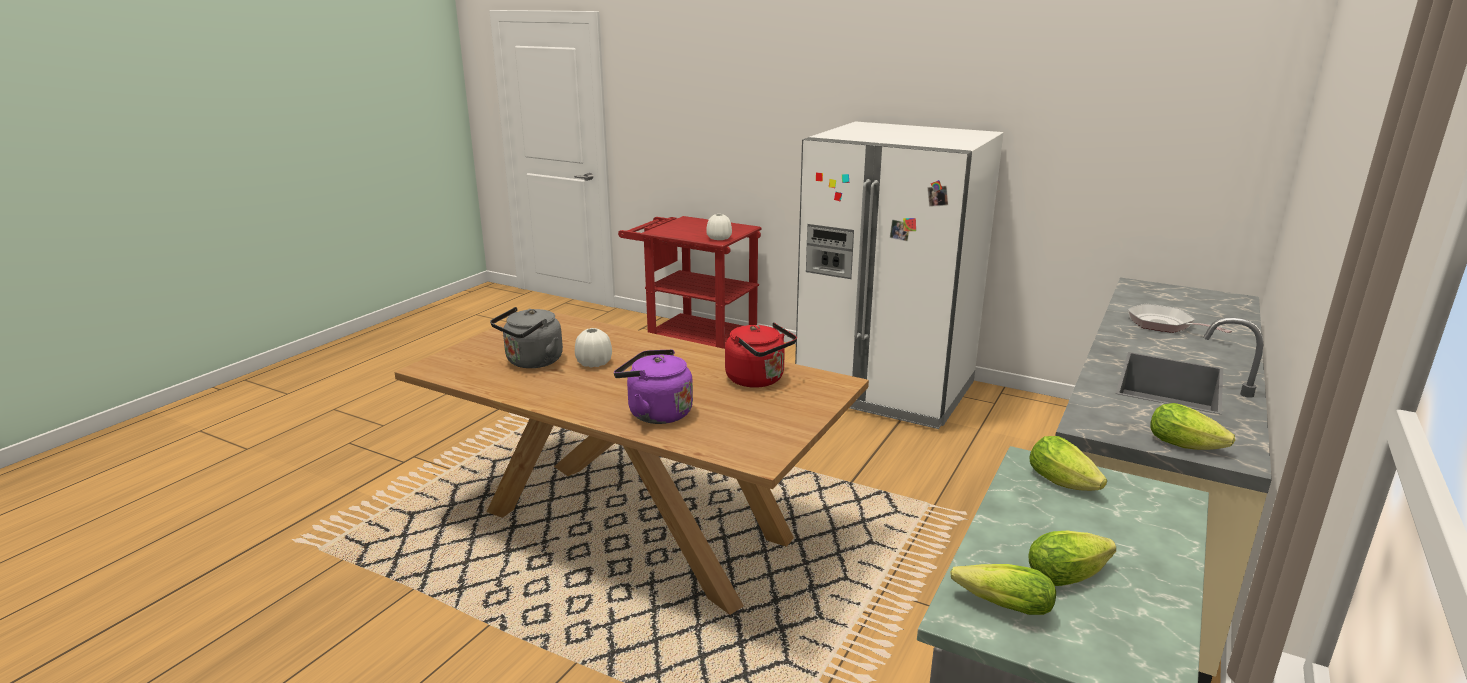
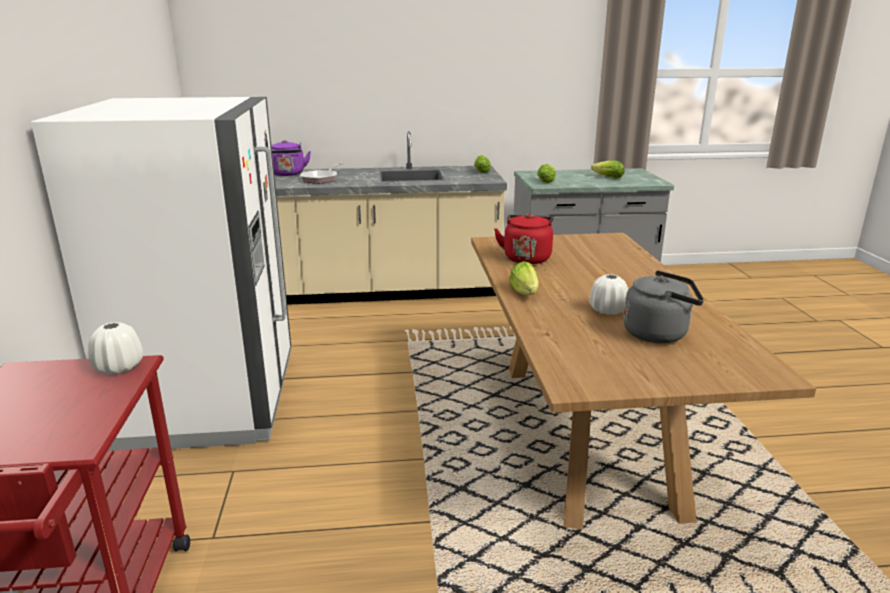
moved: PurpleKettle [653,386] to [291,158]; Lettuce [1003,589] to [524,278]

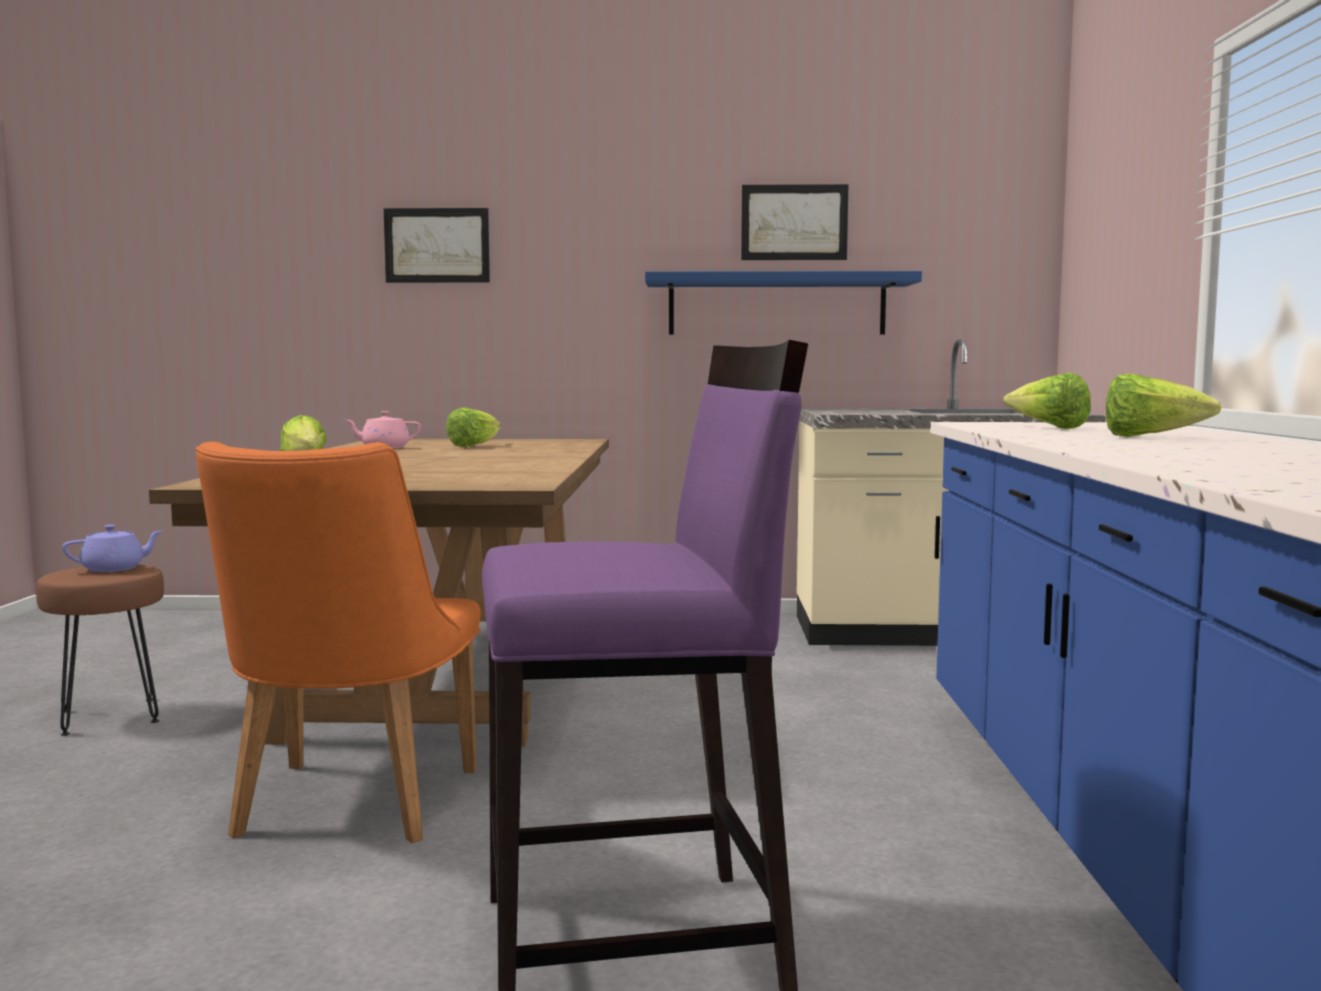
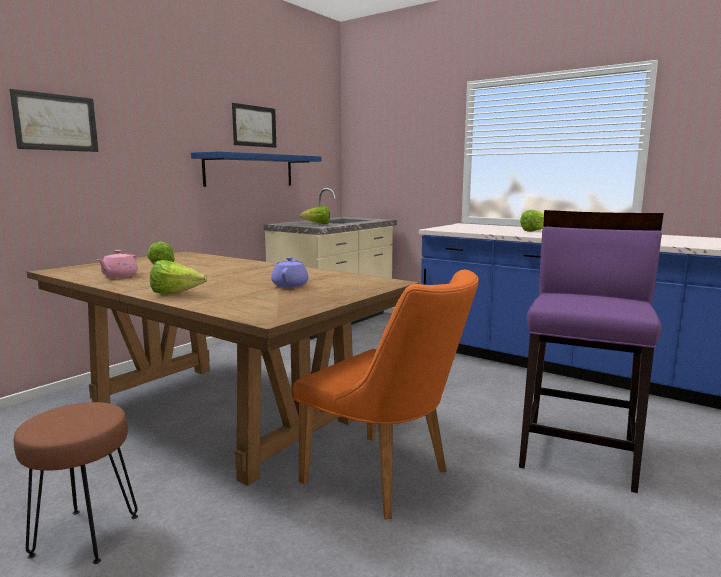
moved: Lettuce [1047,400] to [315,215]; PurpleTeapot [112,548] to [290,272]

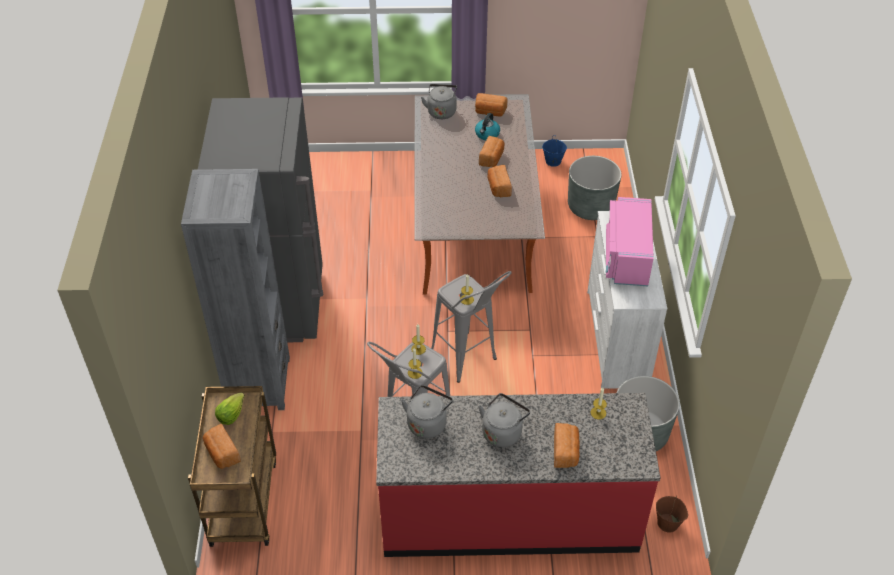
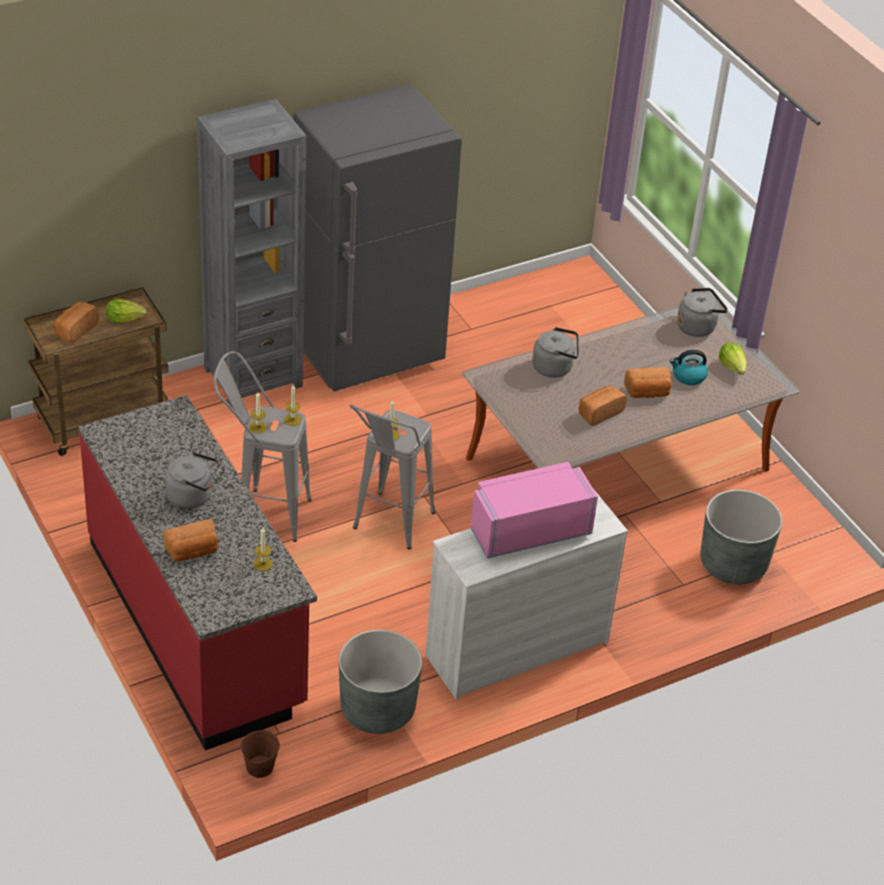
removed: BlueBucket [554,152]
moved: GreyKettle [427,411] to [555,352]
replaced: Bread [491,105] to Lettuce [733,358]

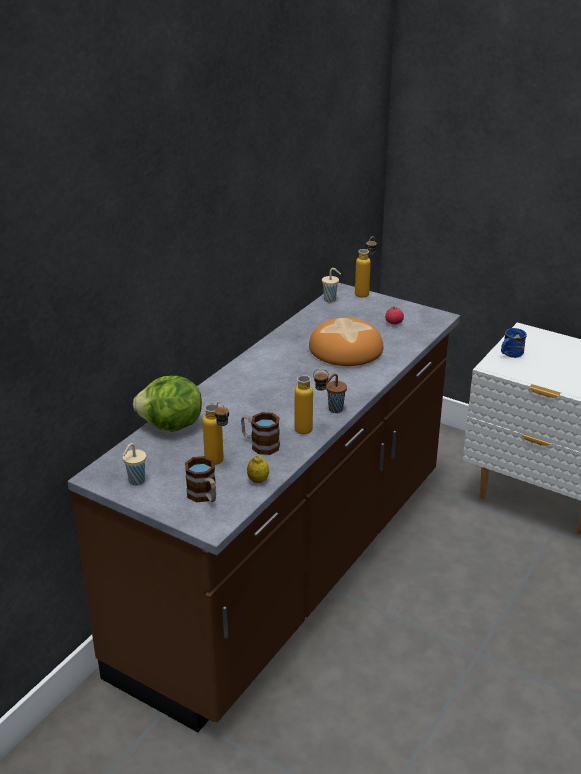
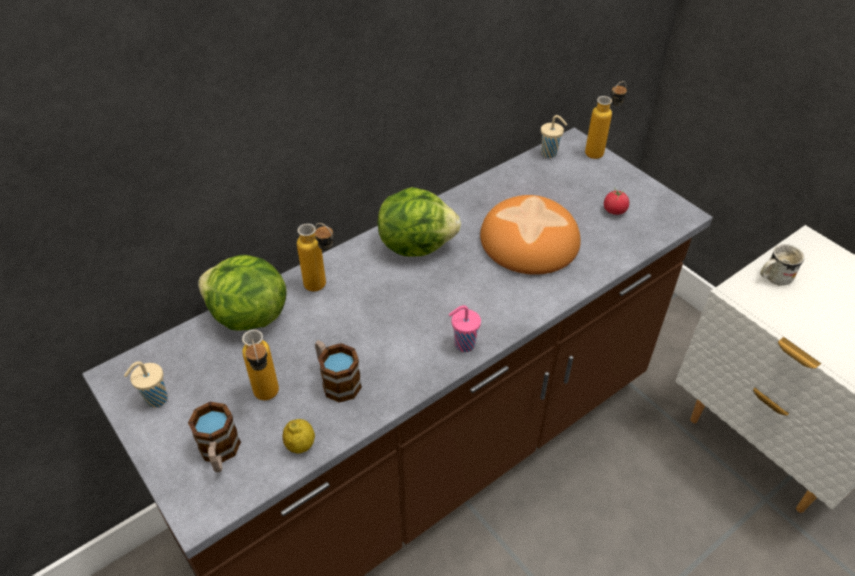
added: Lettuce [419,221]
moved: Bottle [312,401] to [315,257]
recoloured: BlueMug [514,343] to WhiteMug [782,265]; BrownCup [336,393] to PinkCup [465,328]

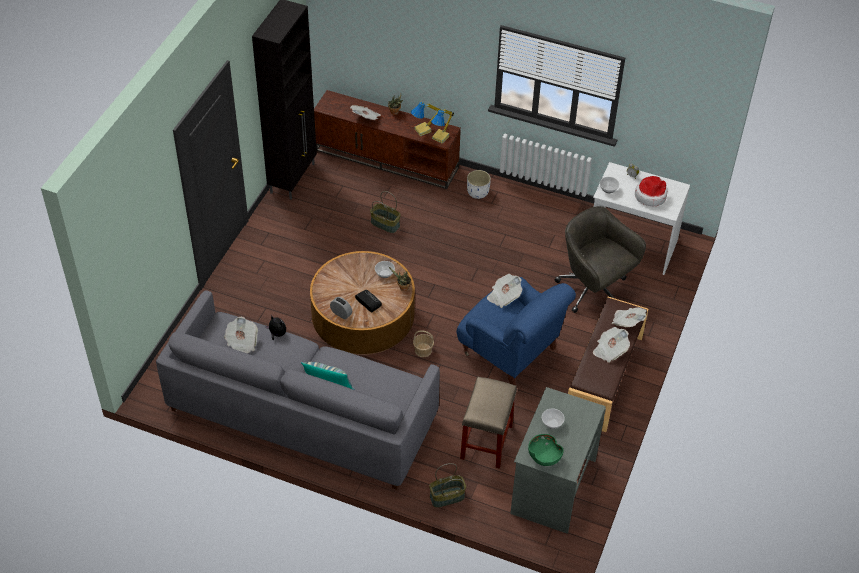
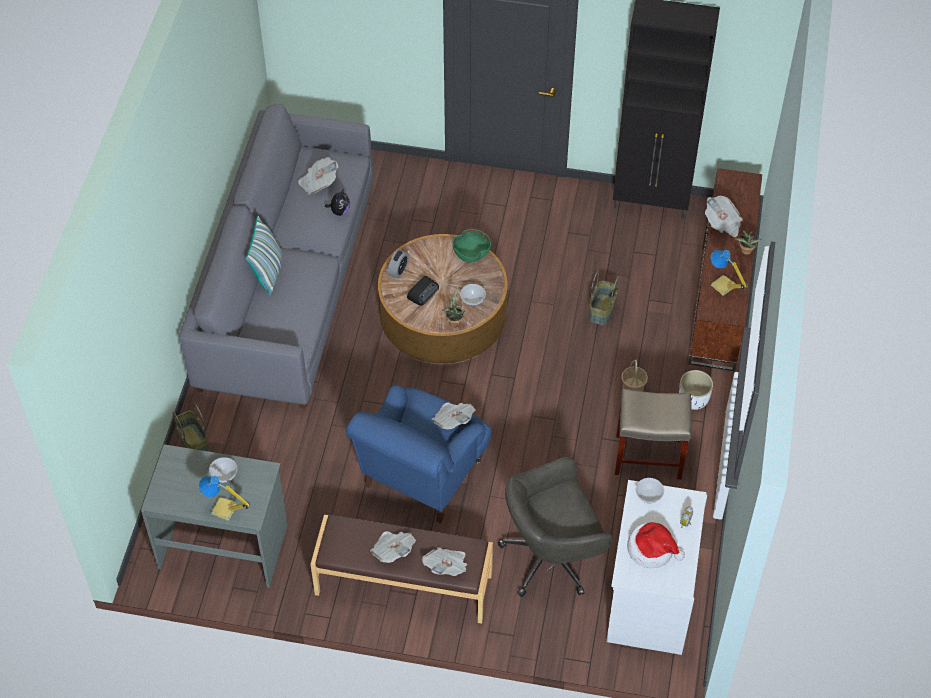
moved: TableLamp [442,126] to [224,498]; Basket [423,343] to [634,375]; BeigeStool [488,423] to [653,434]; GreenBowl [546,450] to [471,245]
turned: GreyOfficeChair [600,259] = [555,527] 150 degrees counterclockwise

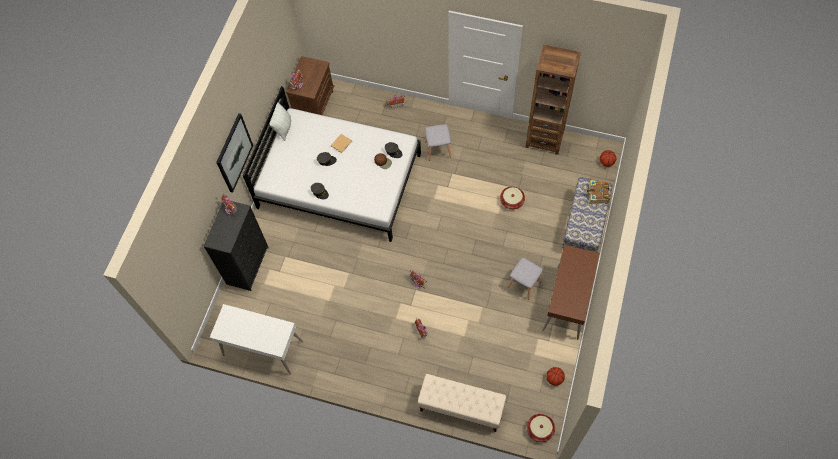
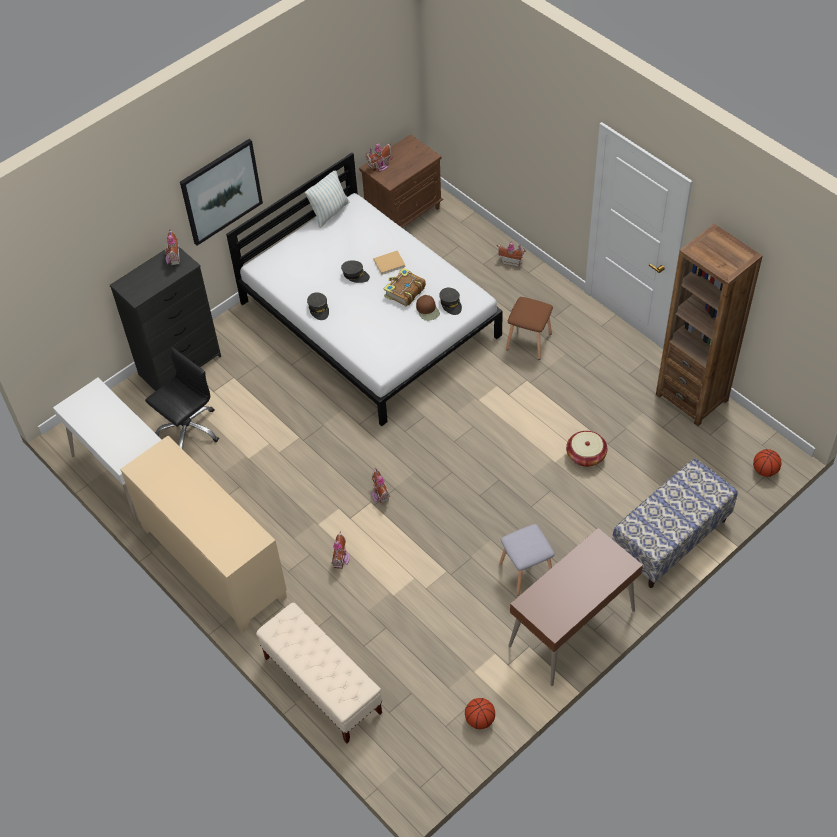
removed: Basket [541,428]
added: BlackOfficeChair [182,398]; BeigeCabinet [203,534]
moved: Book [597,192] to [405,287]
recoloured: GreyStool [438,142] to BrownStool [529,328]

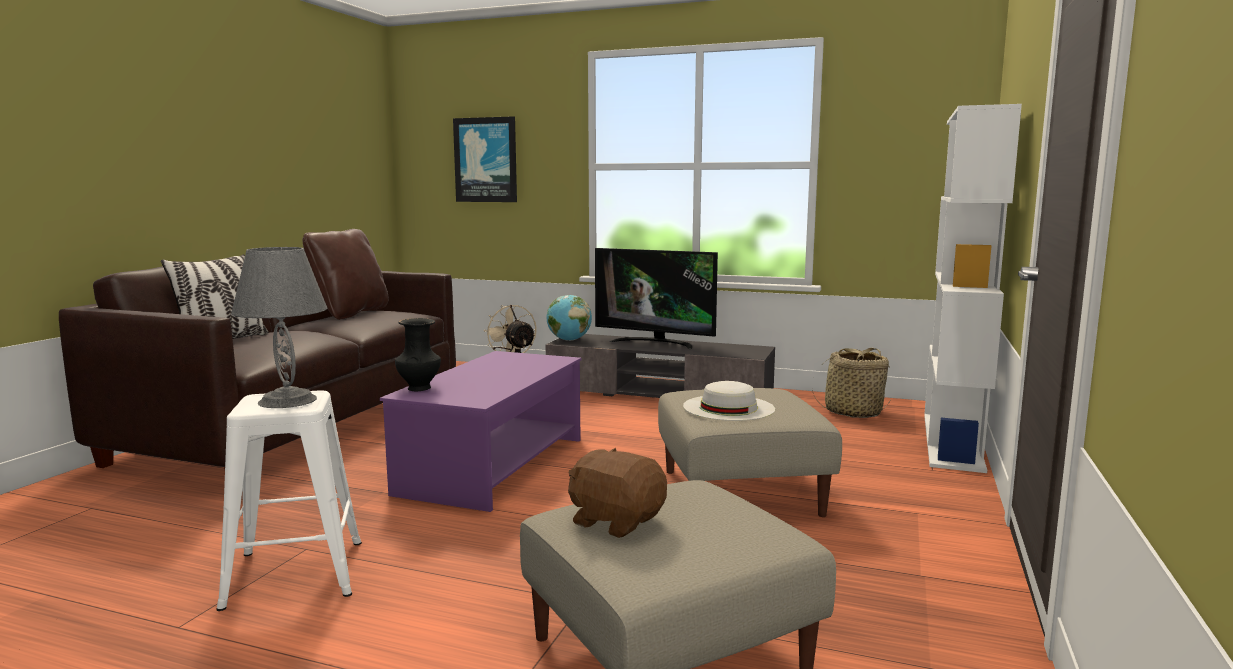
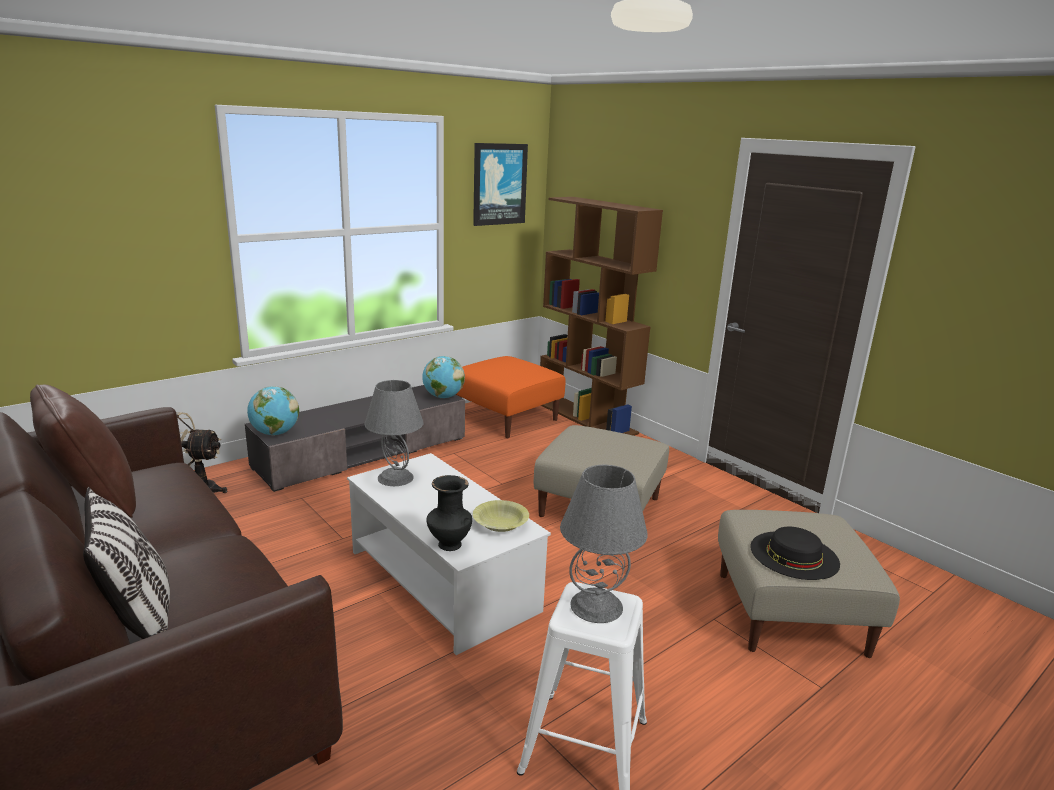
removed: Television [656,298]; WhiteHat [729,401]
added: Globe [443,377]; GreyTableLamp [394,433]; YellowBowl [501,516]
moved: Picture [485,159] to [500,184]
replaced: Basket [851,383] to OrangeOttoman [510,397]; BrownPlushToy [617,493] to BlackHat [795,553]
recoloured: WhiteBookcase [973,288] to BrownBookcase [601,316]; PurpleCoffeeTable [480,431] to WhiteCoffeeTable [449,554]

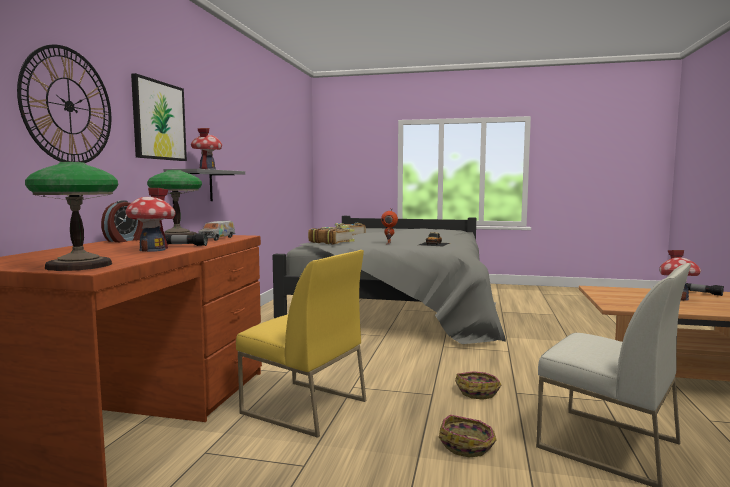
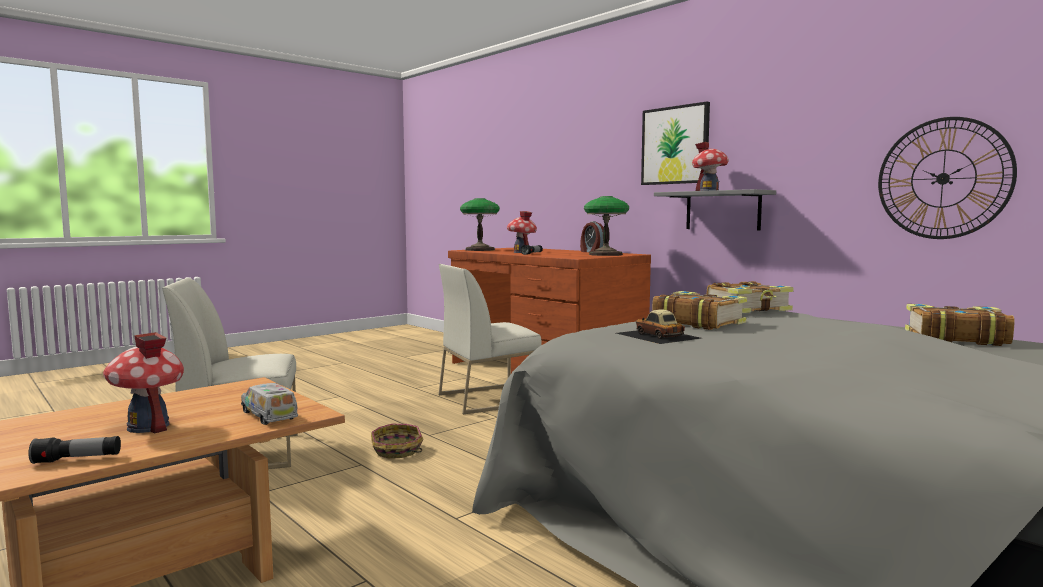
removed: Basket [467,436]
moved: WallClock [64,104] to [947,178]; ToyTruck [216,231] to [269,404]
replaced: ToyRobot [389,226] to Book [699,310]
recoloured: YellowChair [301,344] to WhiteChair [490,339]

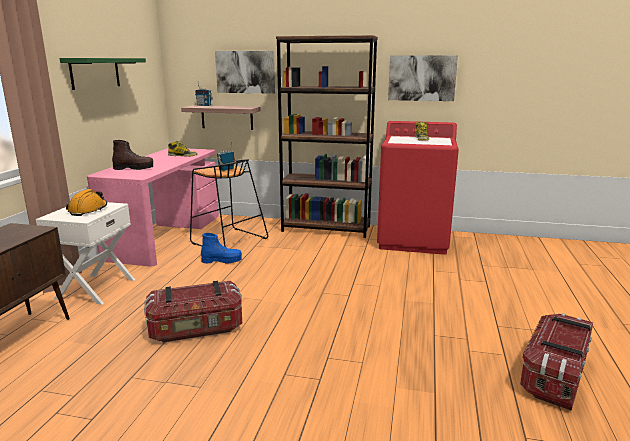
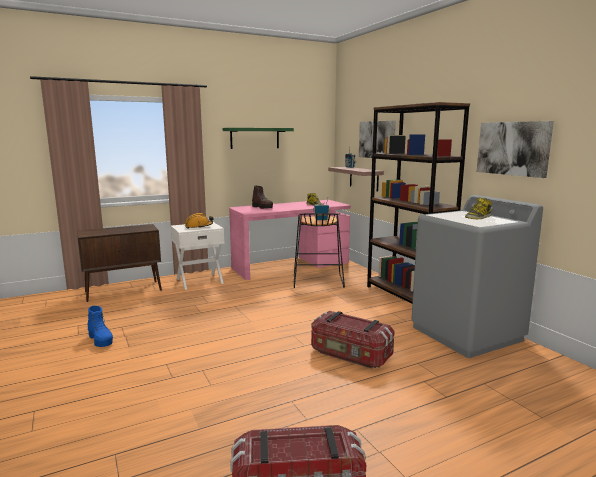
moved: BlueBoot [221,248] to [100,326]; StorageBox [193,311] to [353,340]
recoloured: RedWashingMachine [418,188] to GreyWashingMachine [477,276]

